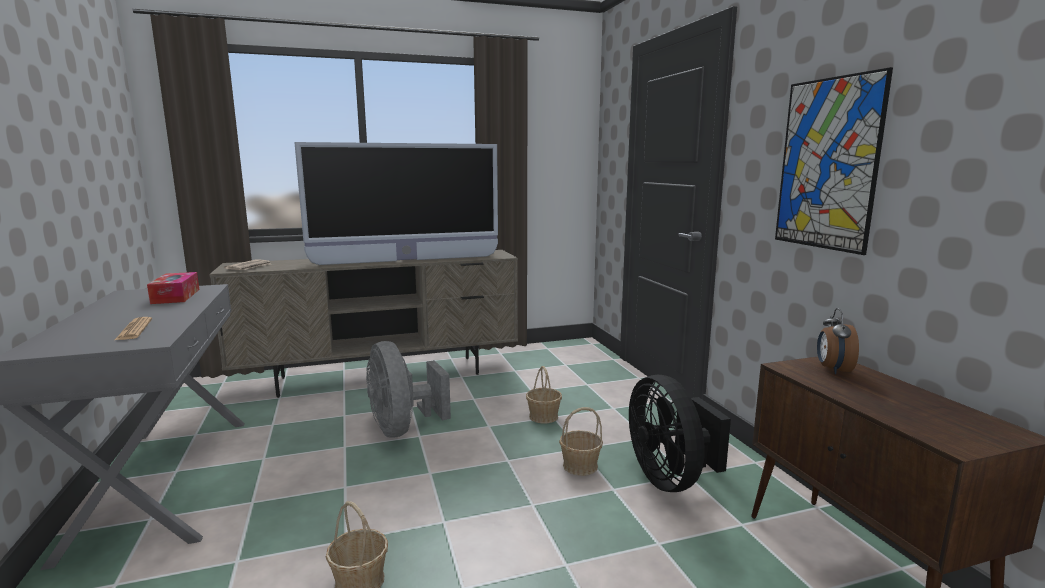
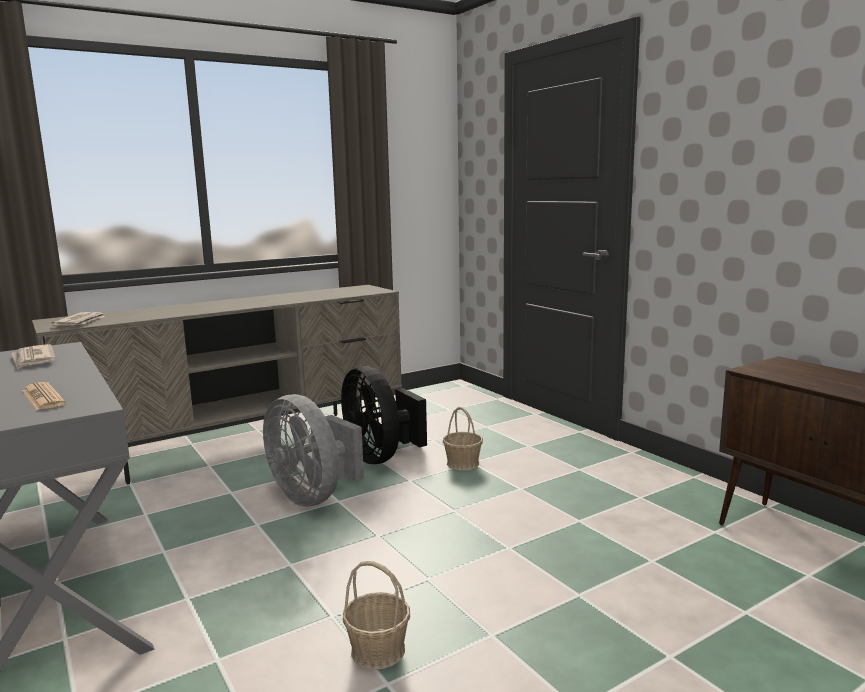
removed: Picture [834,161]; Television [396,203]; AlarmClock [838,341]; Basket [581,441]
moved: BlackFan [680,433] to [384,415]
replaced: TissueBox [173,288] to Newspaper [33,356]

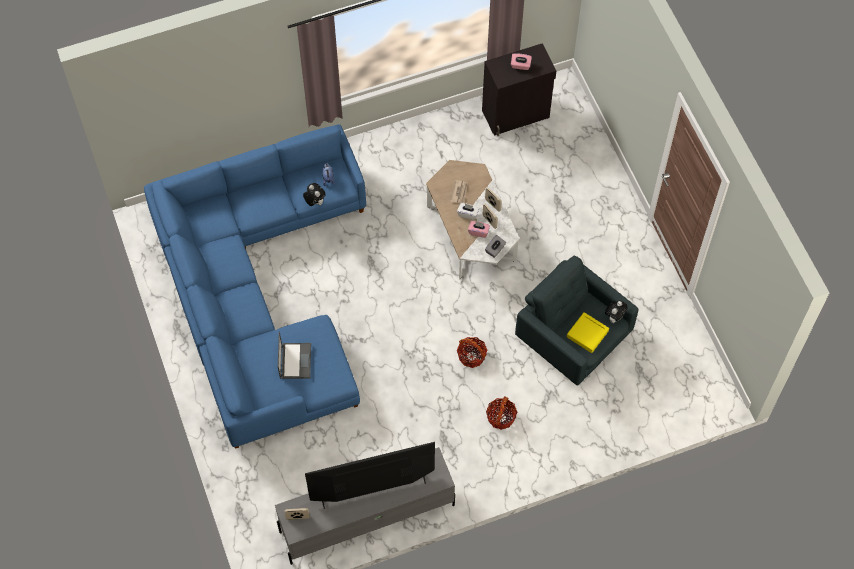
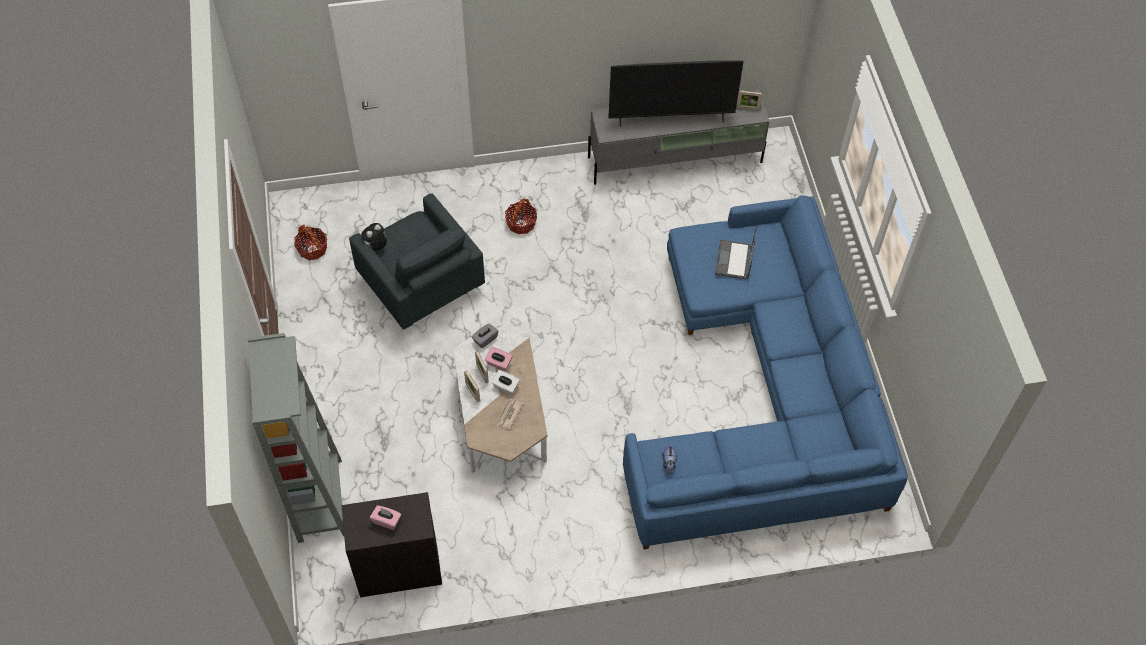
removed: PlushToy [314,194]; YellowTray [588,332]
added: GreyBookcase [296,438]
moved: Basket [472,352] to [310,242]

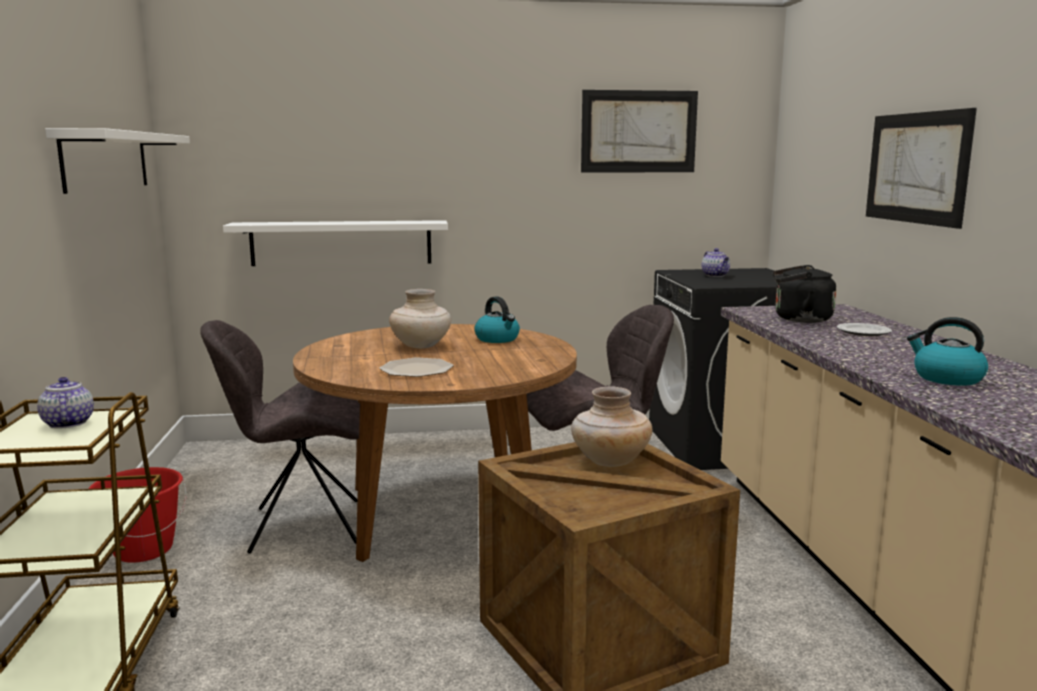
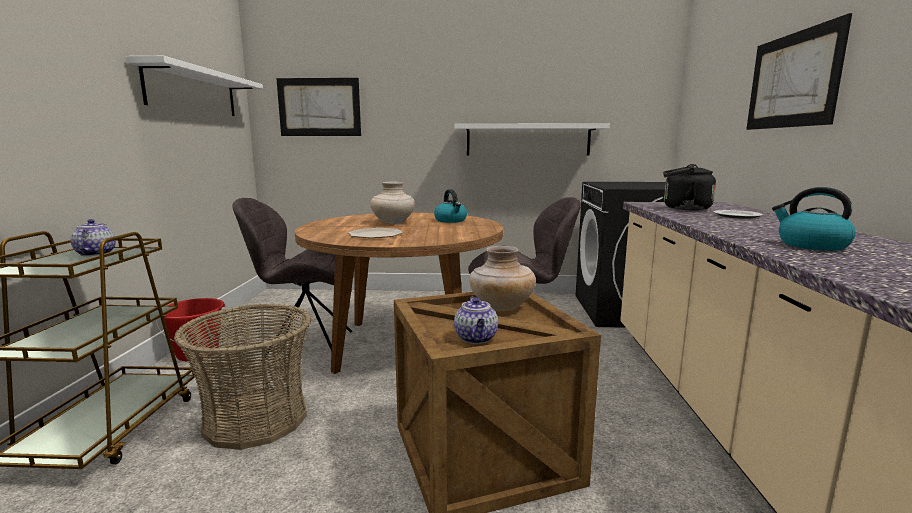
added: Basket [243,377]
moved: Picture [639,131] to [318,107]; WhiteShelf [335,243] to [532,139]; Teapot [715,262] to [476,320]

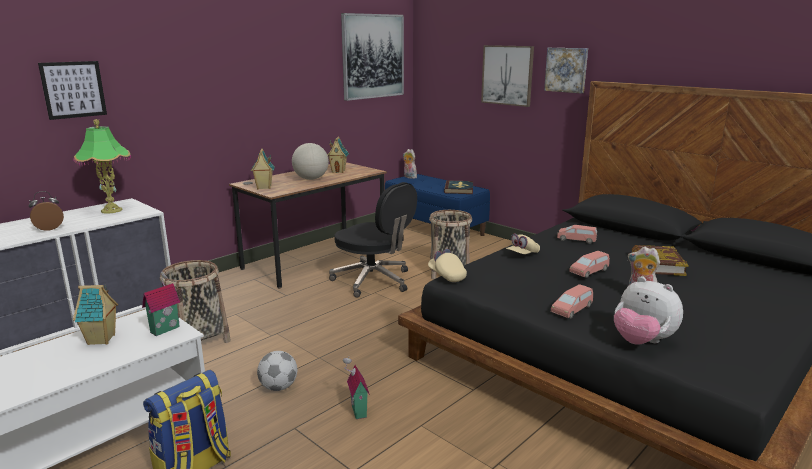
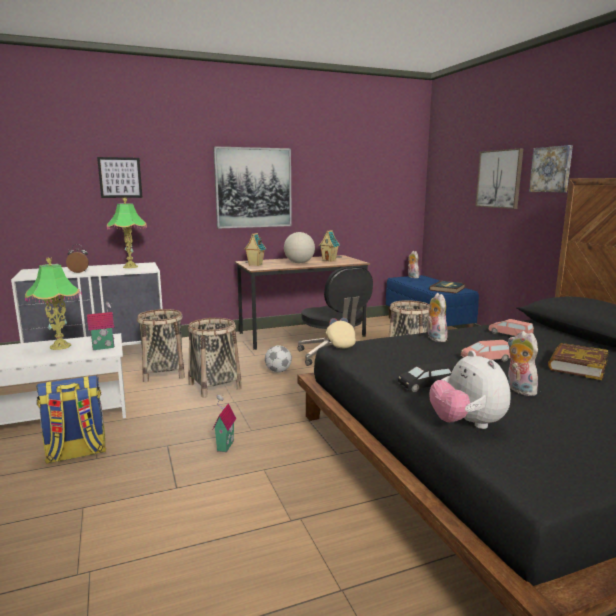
added: Basket [215,358]
moved: Picture [372,57] to [252,187]; Football [277,371] to [278,359]
replaced: BeigeCap [523,243] to PlushToy [437,317]; ToyHouse [95,315] to TableLamp [53,303]
recoloured: PinkToyCar [572,301] to BlackToyCar [425,377]

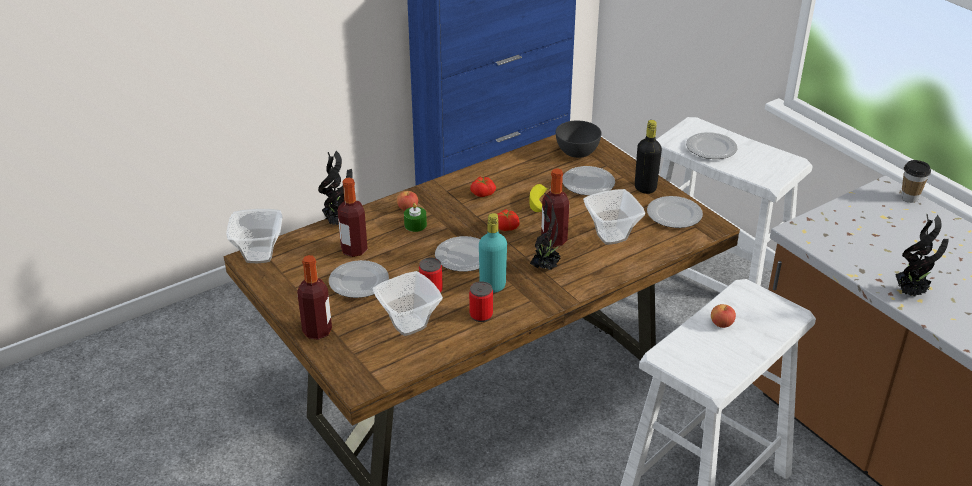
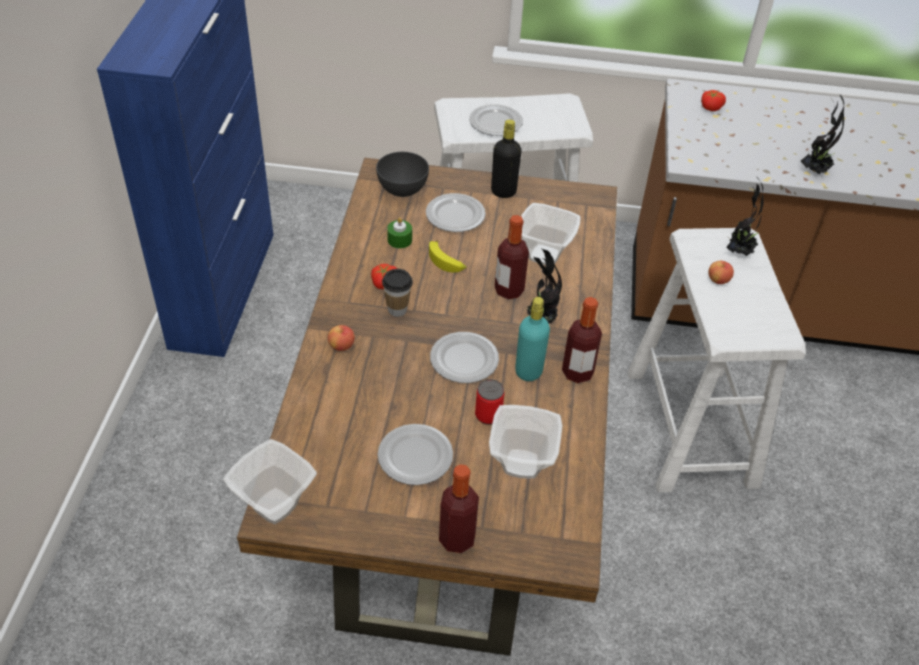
removed: Plate [675,212]; Can [481,301]
moved: PottedPlant [335,188] to [745,217]; Cup [916,181] to [397,293]; Bottle [352,217] to [582,340]; GreenCandle [415,217] to [399,233]; Tomato [508,220] to [713,100]

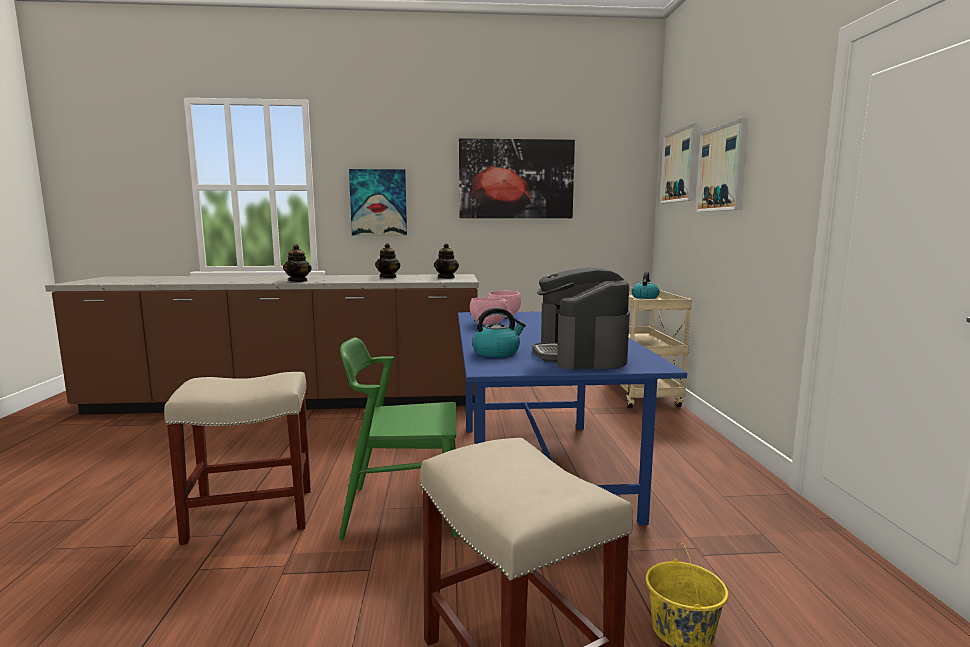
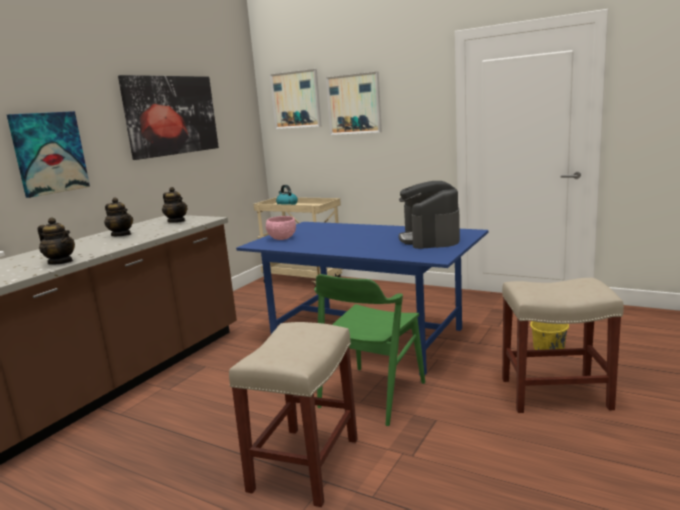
removed: PinkBowl [488,311]; Kettle [499,332]
turned: CoffeeMachine [581,318] = [429,215] 60 degrees clockwise

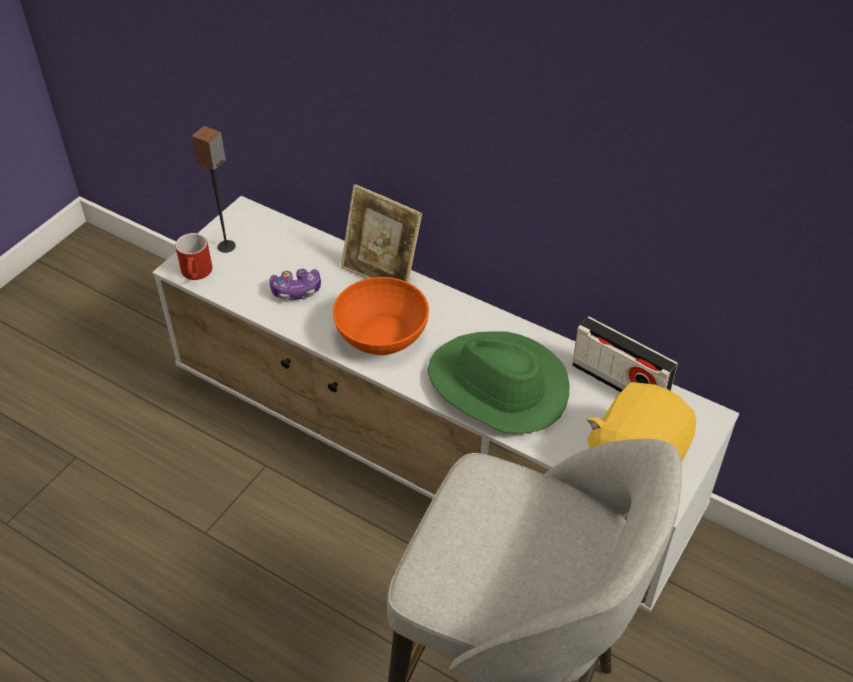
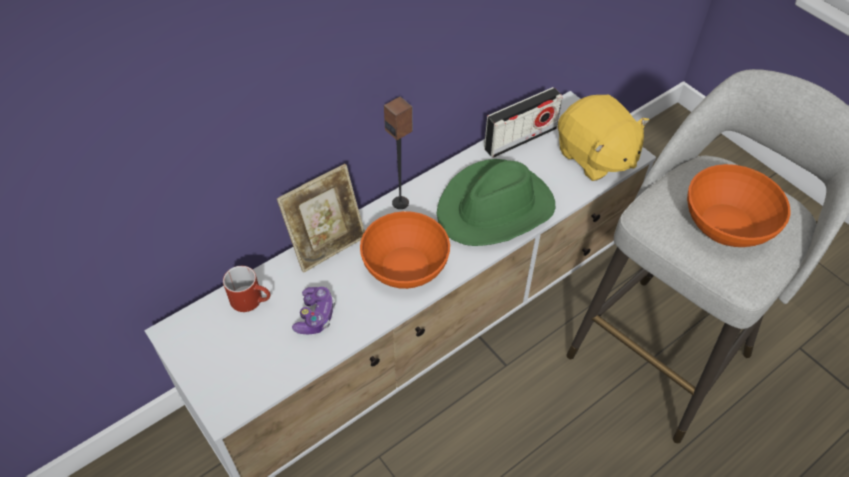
added: OrangeBowl [738,205]
moved: Speaker [214,189] to [398,152]; RedMug [193,256] to [246,289]

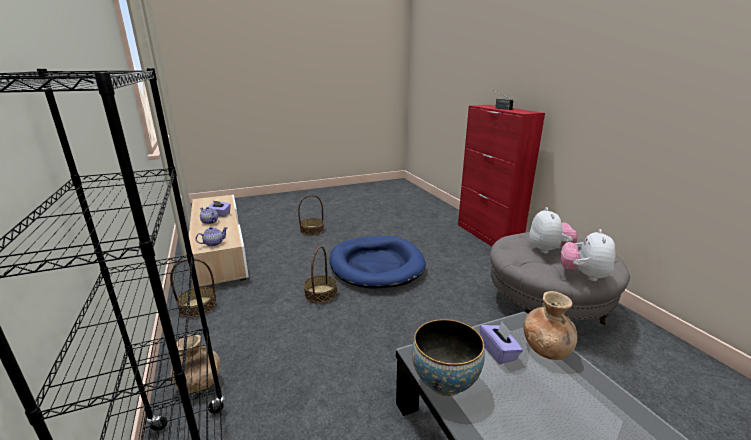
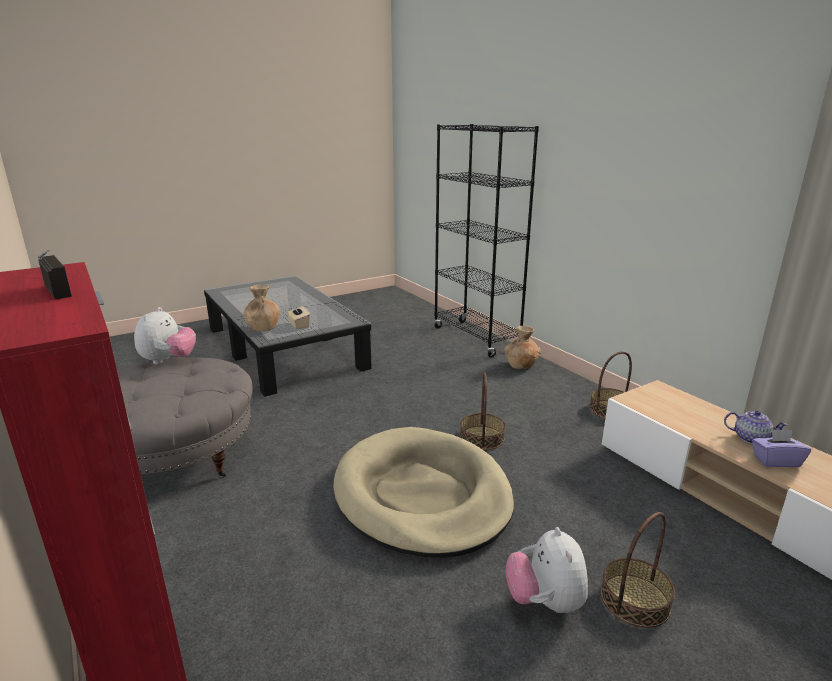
removed: Teapot [211,236]; Bowl [448,357]
moved: PlushToy [553,230] to [546,570]
recoloured: BlueDogBed [377,262] to BeigeDogBed [423,492]; PurpleTissueBox [501,343] to BeigeTissueBox [298,317]

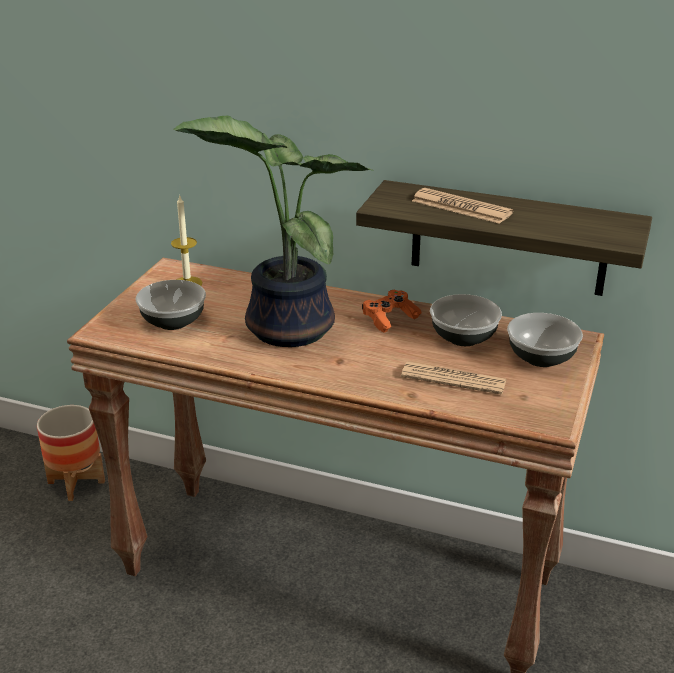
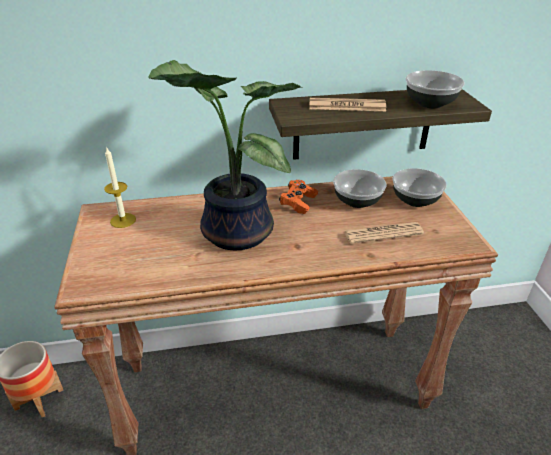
moved: Bowl [170,305] to [435,89]

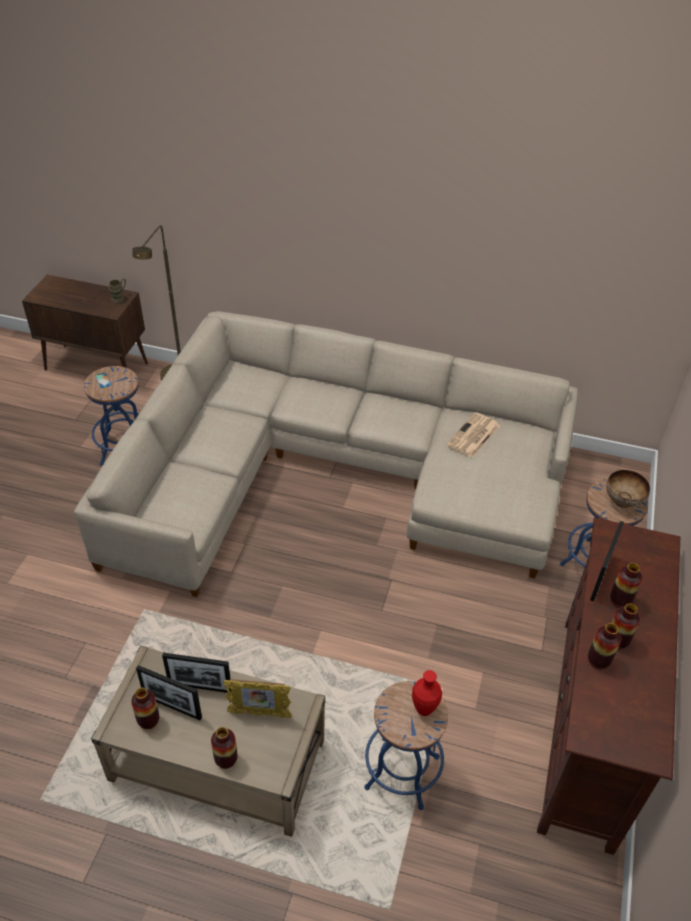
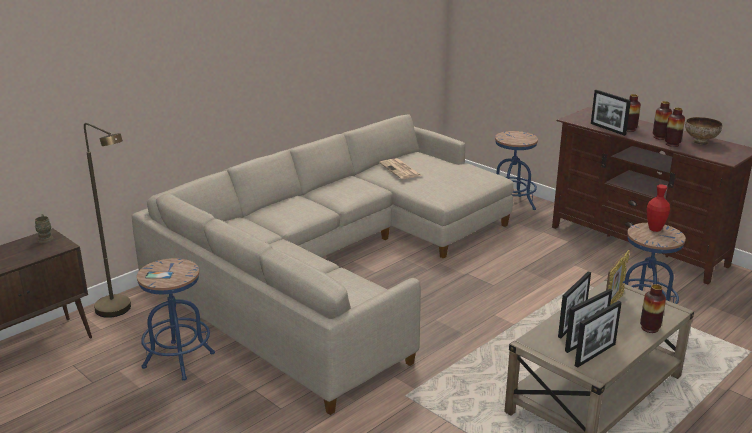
moved: Bowl [628,489] to [703,131]
replaced: Vase [145,708] to PictureFrame [598,334]

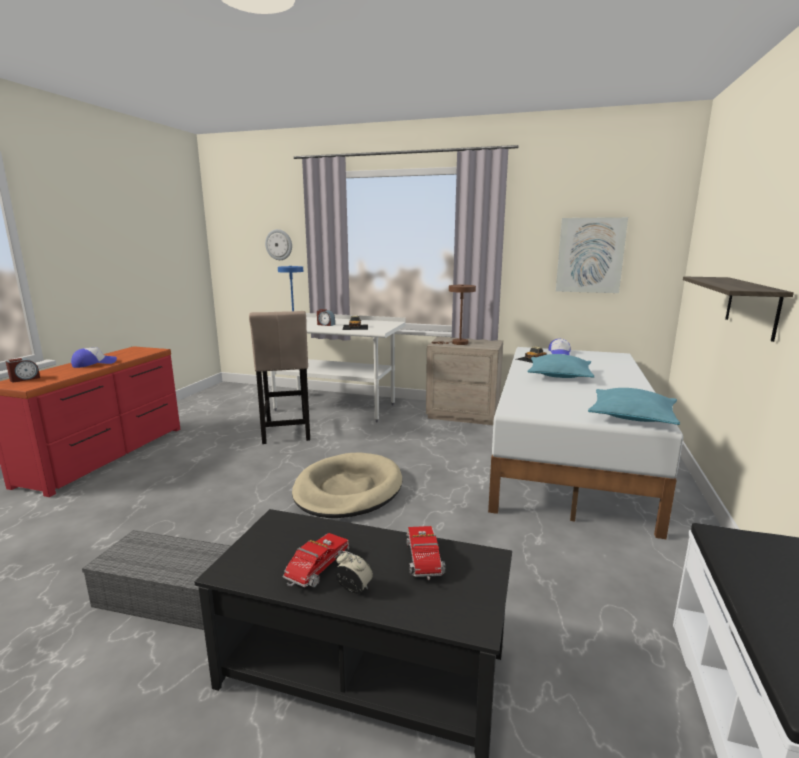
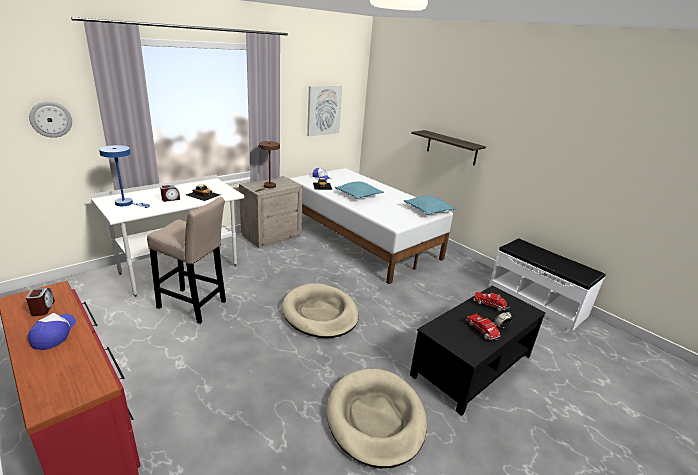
moved: AlarmClock [23,370] to [40,302]
replaced: GreyStorageBox [156,580] to BeigeDogBed [377,418]

